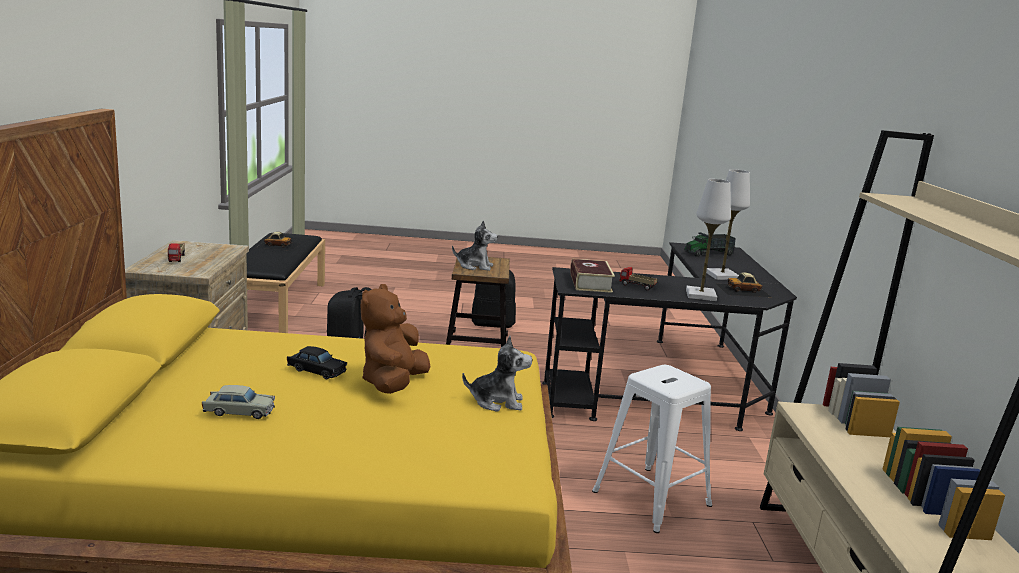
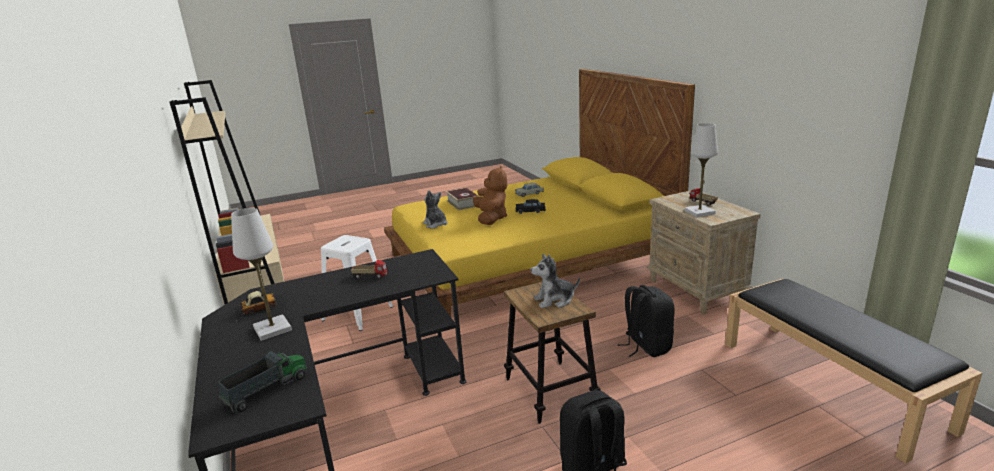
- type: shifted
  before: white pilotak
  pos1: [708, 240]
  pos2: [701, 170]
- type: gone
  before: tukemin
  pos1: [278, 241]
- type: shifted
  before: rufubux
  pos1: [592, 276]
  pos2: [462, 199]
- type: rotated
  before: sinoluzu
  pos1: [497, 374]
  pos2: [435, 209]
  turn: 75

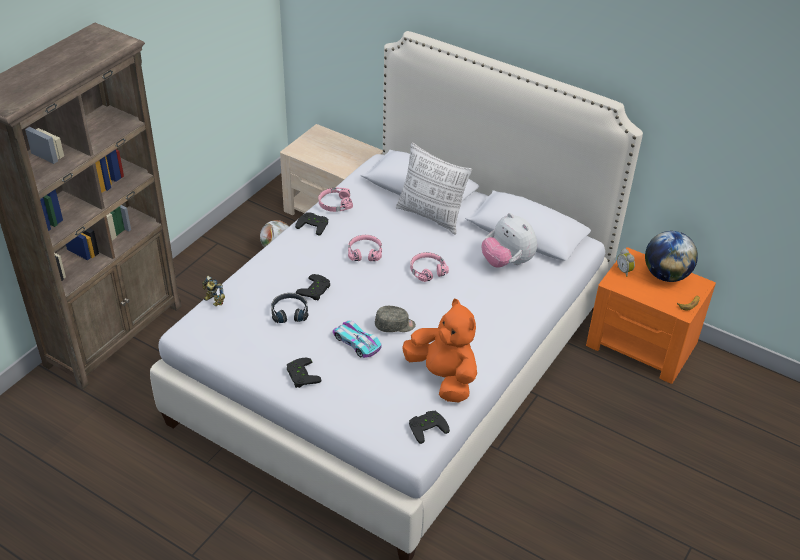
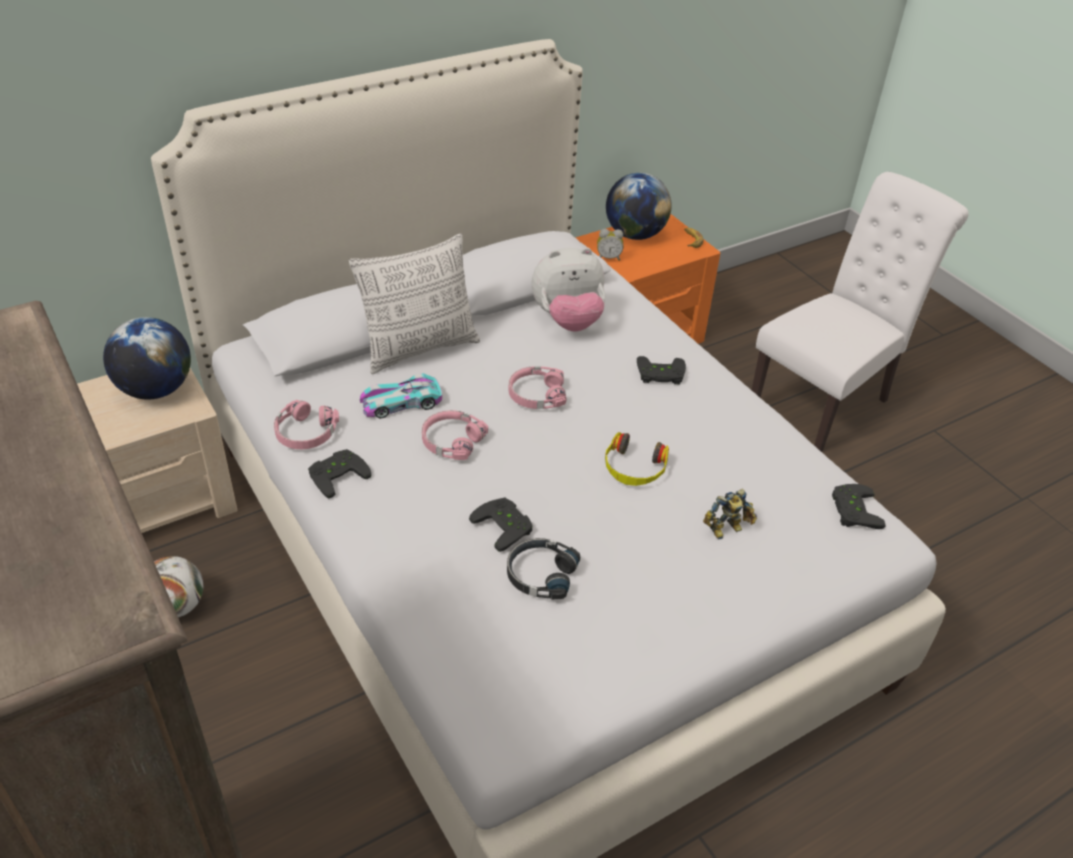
- type: shifted
  before: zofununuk
  pos1: [213, 291]
  pos2: [730, 514]
- type: gone
  before: orange sinoluzu
  pos1: [439, 350]
- type: swapped
  before: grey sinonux
  after: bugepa
  pos1: [395, 319]
  pos2: [637, 459]
- type: shifted
  before: tukemin
  pos1: [357, 339]
  pos2: [401, 396]
- type: shifted
  before: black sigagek
  pos1: [304, 373]
  pos2: [661, 370]
- type: new
  after: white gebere
  pos2: [860, 312]
- type: new
  after: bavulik
  pos2: [147, 358]

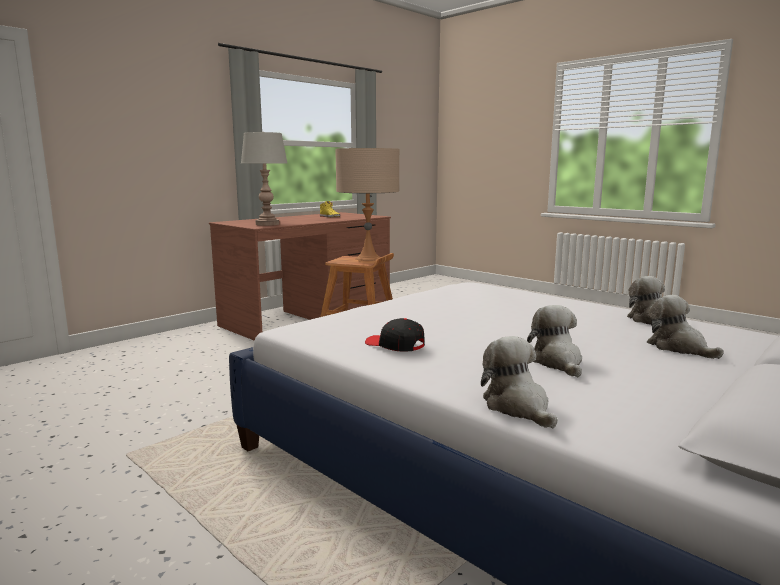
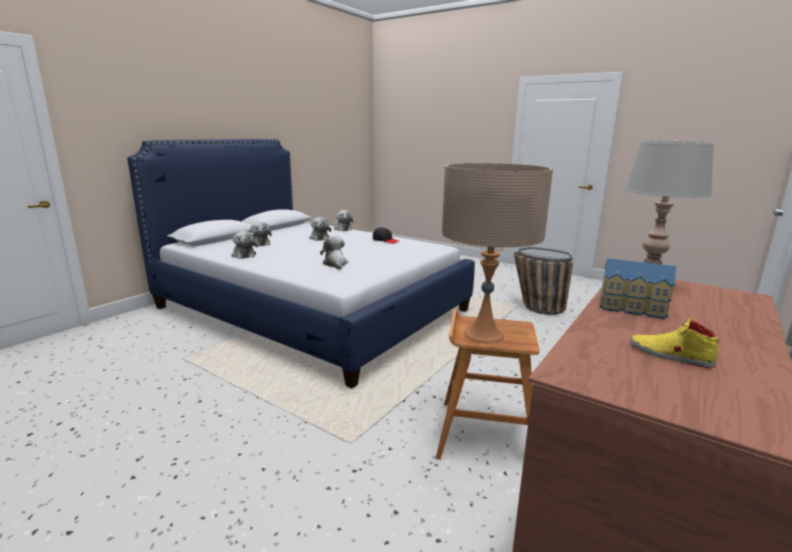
- type: new
  after: sinoluzu
  pos2: [334, 253]
- type: new
  after: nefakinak
  pos2: [543, 281]
- type: new
  after: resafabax
  pos2: [638, 288]

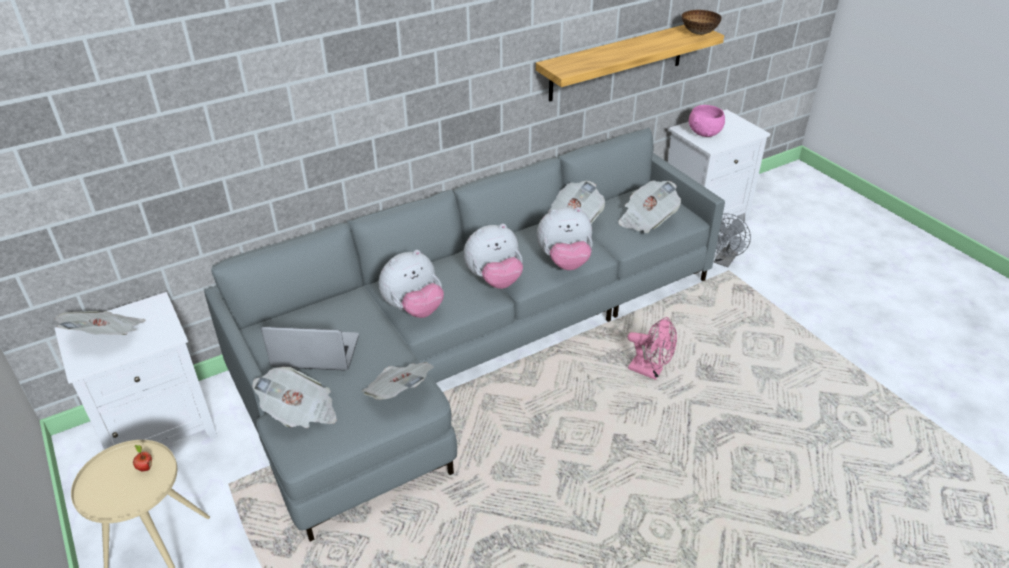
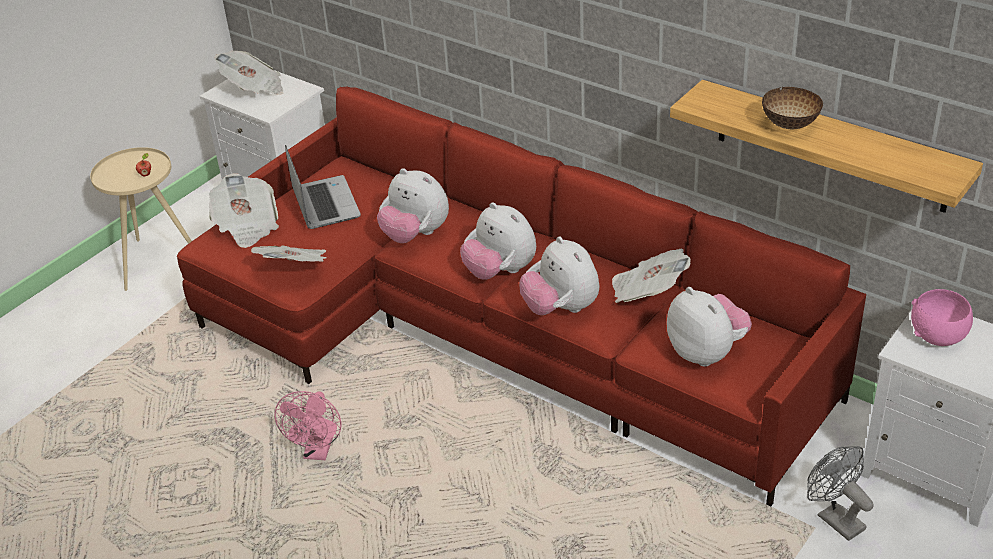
- type: shifted
  before: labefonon
  pos1: [701, 22]
  pos2: [792, 108]
- type: repainted
  before: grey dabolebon
  after: red dabolebon
  pos1: [464, 334]
  pos2: [521, 296]
- type: swapped
  before: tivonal
  after: sinoluzu
  pos1: [649, 207]
  pos2: [709, 327]
- type: rotated
  before: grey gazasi
  pos1: [732, 240]
  pos2: [840, 493]
  turn: 45
- type: shifted
  before: pink gazasi
  pos1: [652, 348]
  pos2: [308, 425]

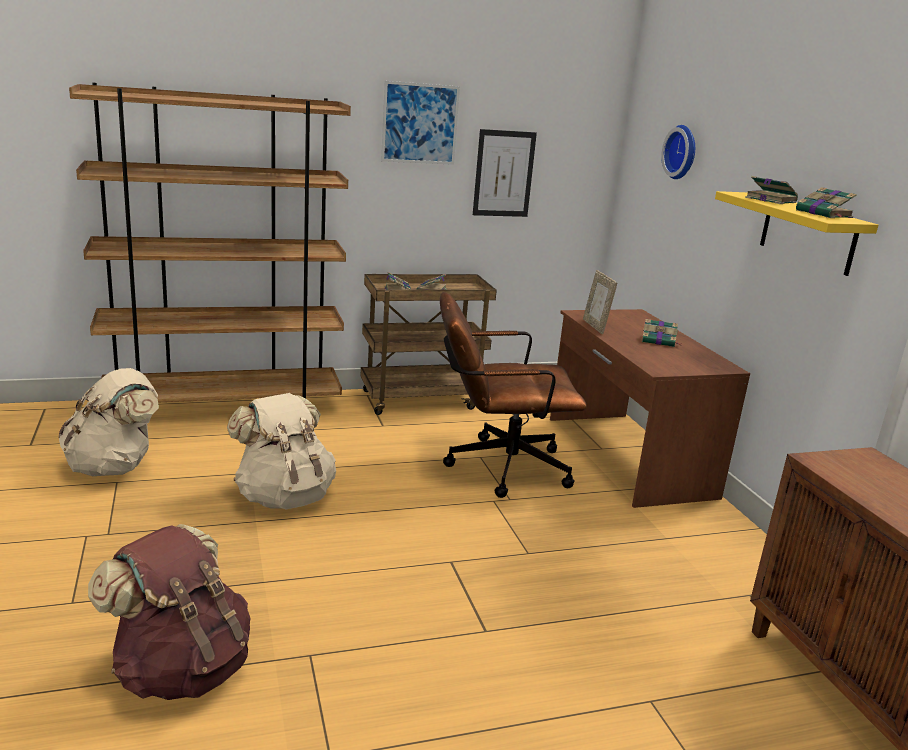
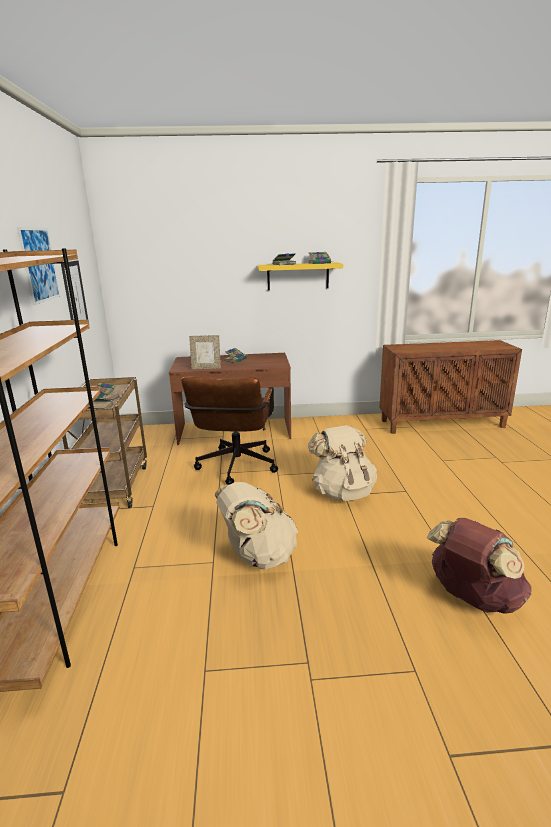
- type: gone
  before: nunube
  pos1: [678, 152]
- type: shifted
  before: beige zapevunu
  pos1: [108, 422]
  pos2: [342, 463]

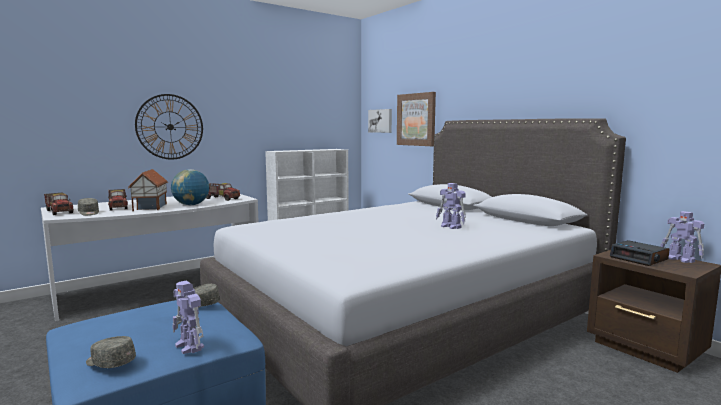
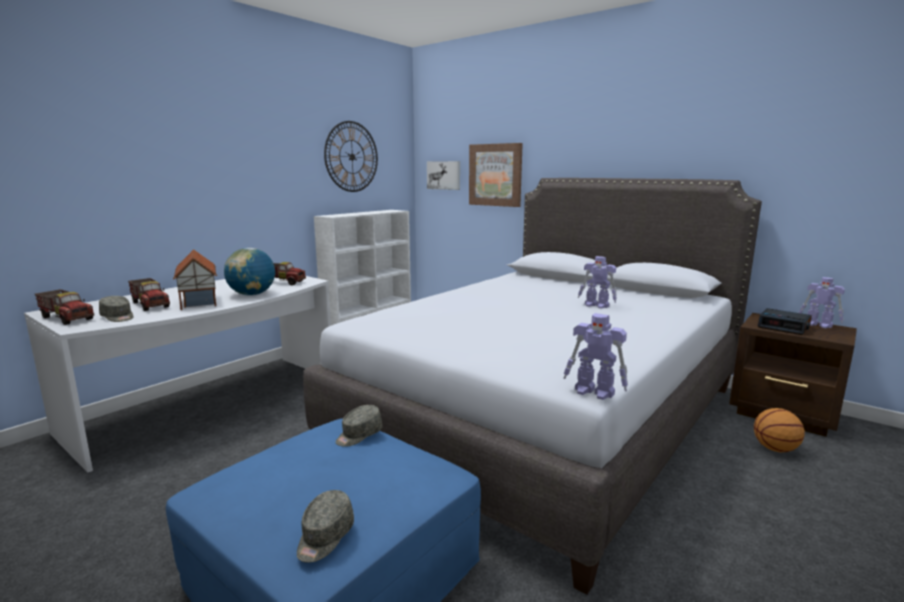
- type: shifted
  before: nunube
  pos1: [169, 126]
  pos2: [351, 156]
- type: shifted
  before: zofununuk
  pos1: [188, 317]
  pos2: [596, 356]
- type: rotated
  before: grey sinonux
  pos1: [111, 352]
  pos2: [325, 526]
  turn: -75
- type: new
  after: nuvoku
  pos2: [779, 430]

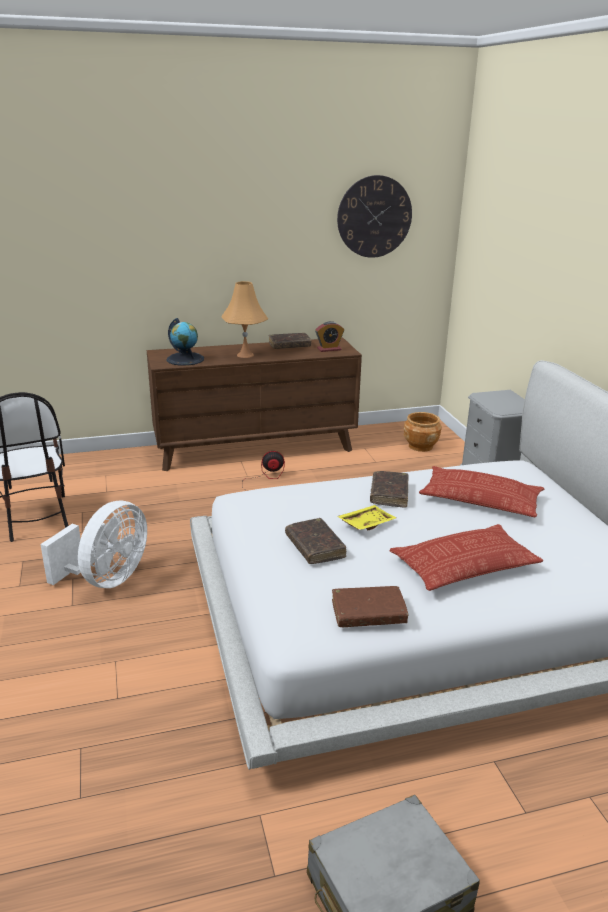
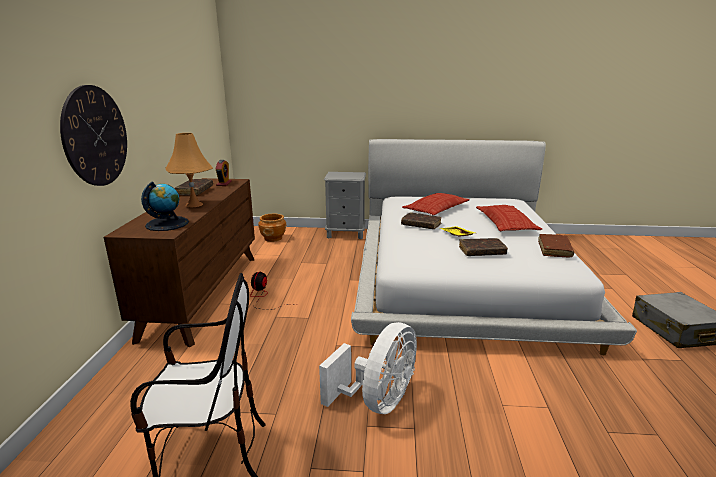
- type: shifted
  before: nunube
  pos1: [374, 216]
  pos2: [93, 135]
- type: rotated
  before: white gazasi
  pos1: [93, 544]
  pos2: [368, 368]
  turn: 75

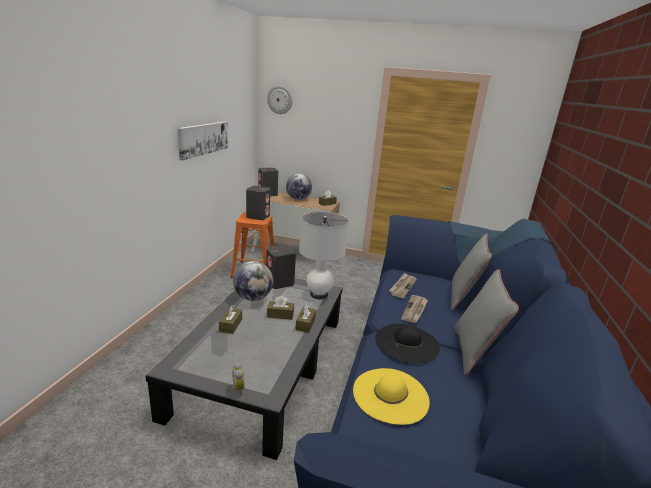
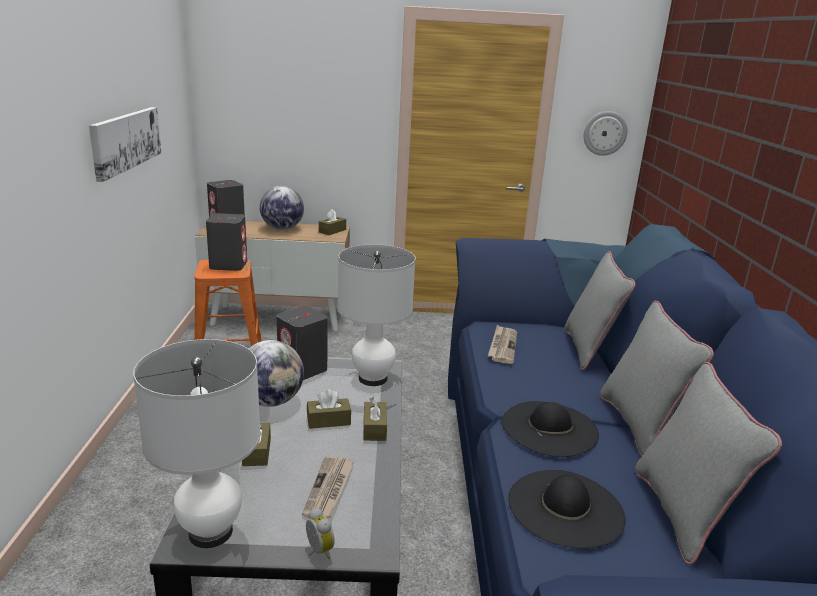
- type: shifted
  before: nunube
  pos1: [279, 100]
  pos2: [606, 133]
- type: shifted
  before: tivonal
  pos1: [414, 309]
  pos2: [328, 487]
- type: repainted
  before: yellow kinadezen
  after: black kinadezen
  pos1: [391, 396]
  pos2: [567, 509]
- type: new
  after: white pilotak
  pos2: [197, 443]
- type: new
  after: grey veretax
  pos2: [708, 463]

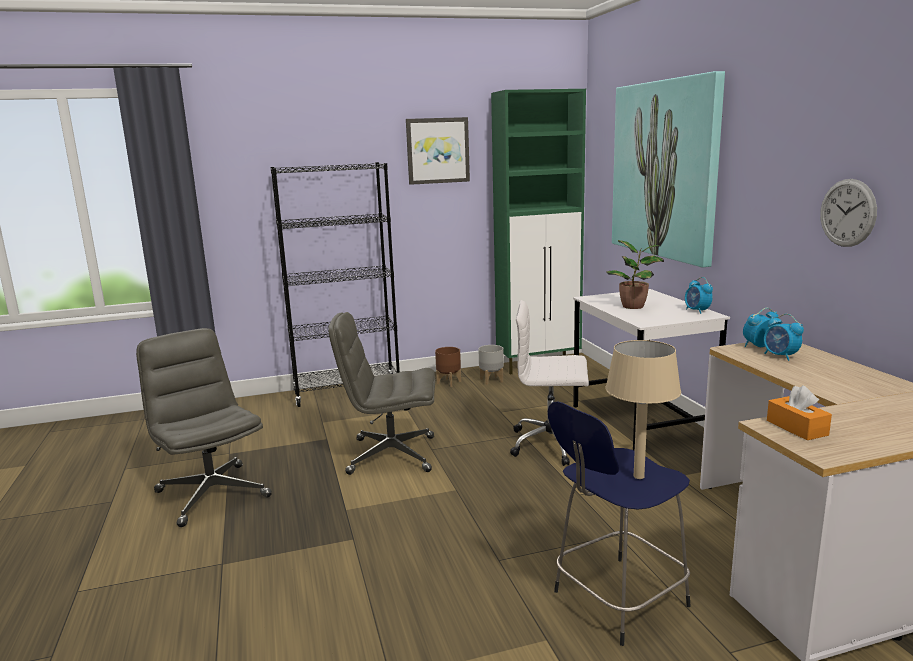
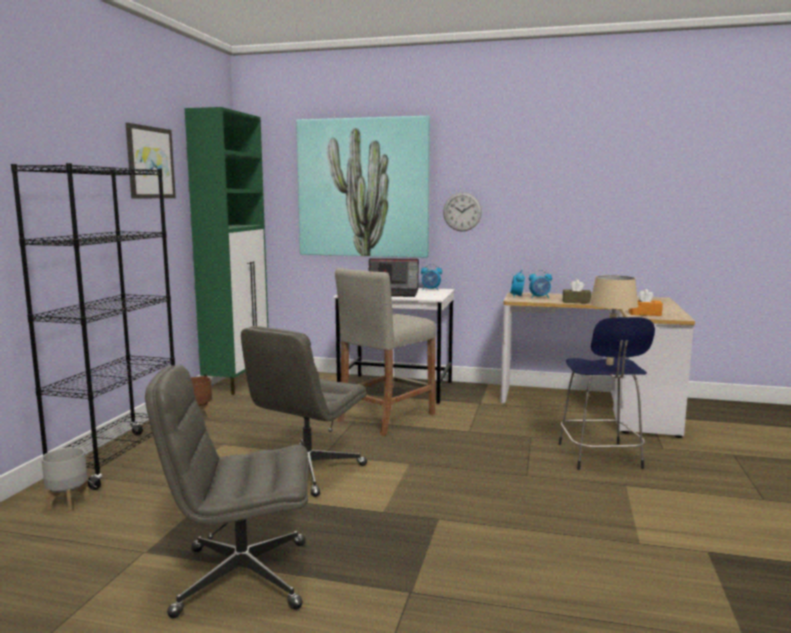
- type: shifted
  before: nunube
  pos1: [848, 213]
  pos2: [462, 211]
- type: swapped
  before: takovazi
  after: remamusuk
  pos1: [635, 274]
  pos2: [394, 277]
- type: swapped
  before: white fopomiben
  after: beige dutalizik
  pos1: [549, 383]
  pos2: [385, 352]
- type: shifted
  before: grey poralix
  pos1: [491, 365]
  pos2: [65, 479]
- type: new
  after: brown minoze
  pos2: [577, 292]

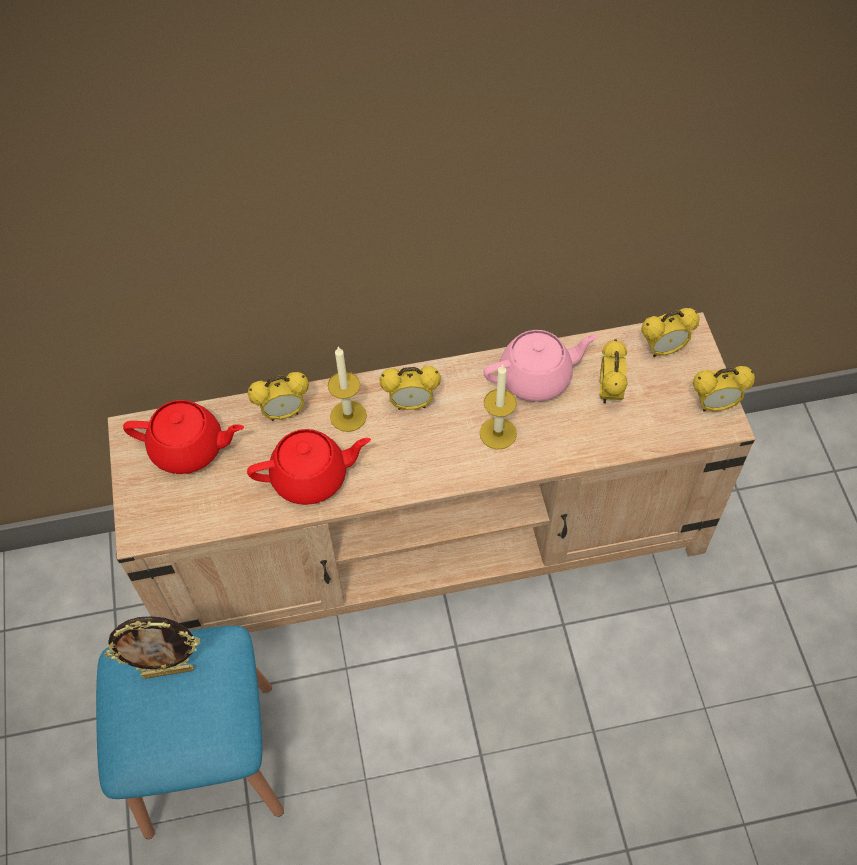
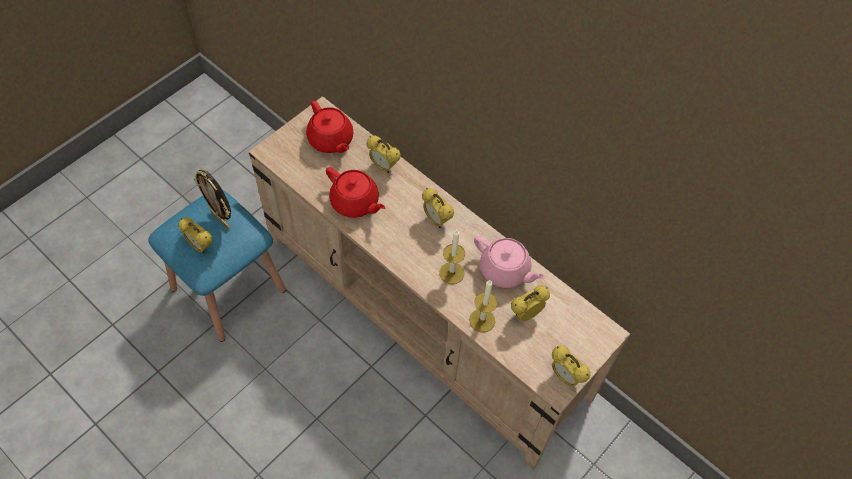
- type: shifted
  before: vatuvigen
  pos1: [670, 332]
  pos2: [195, 235]
- type: shifted
  before: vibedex
  pos1: [347, 389]
  pos2: [483, 306]

